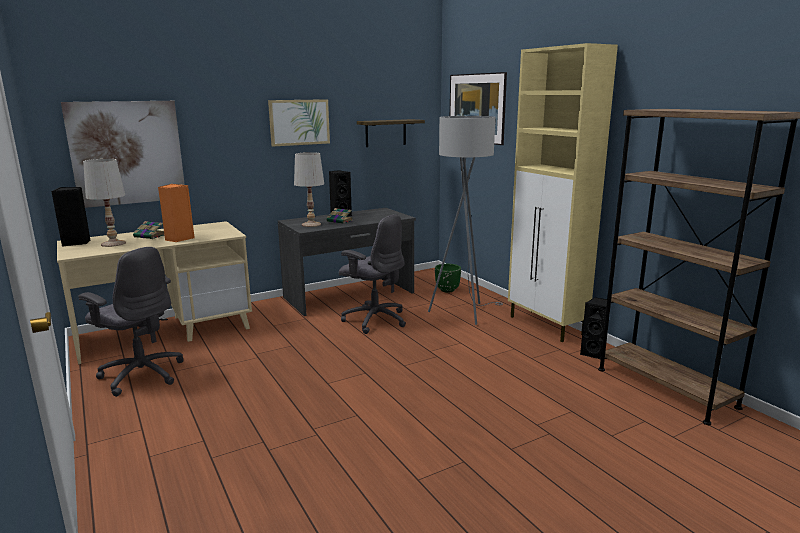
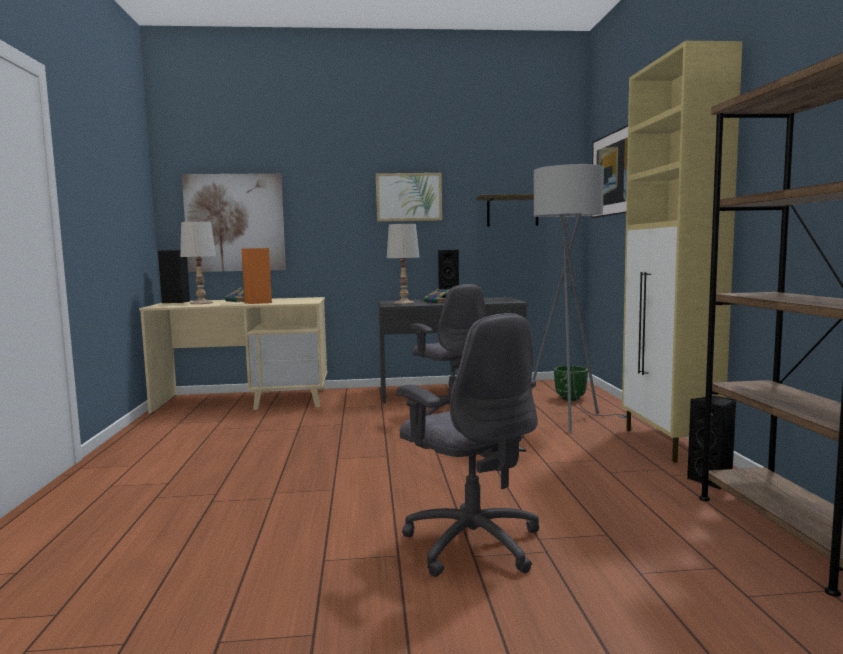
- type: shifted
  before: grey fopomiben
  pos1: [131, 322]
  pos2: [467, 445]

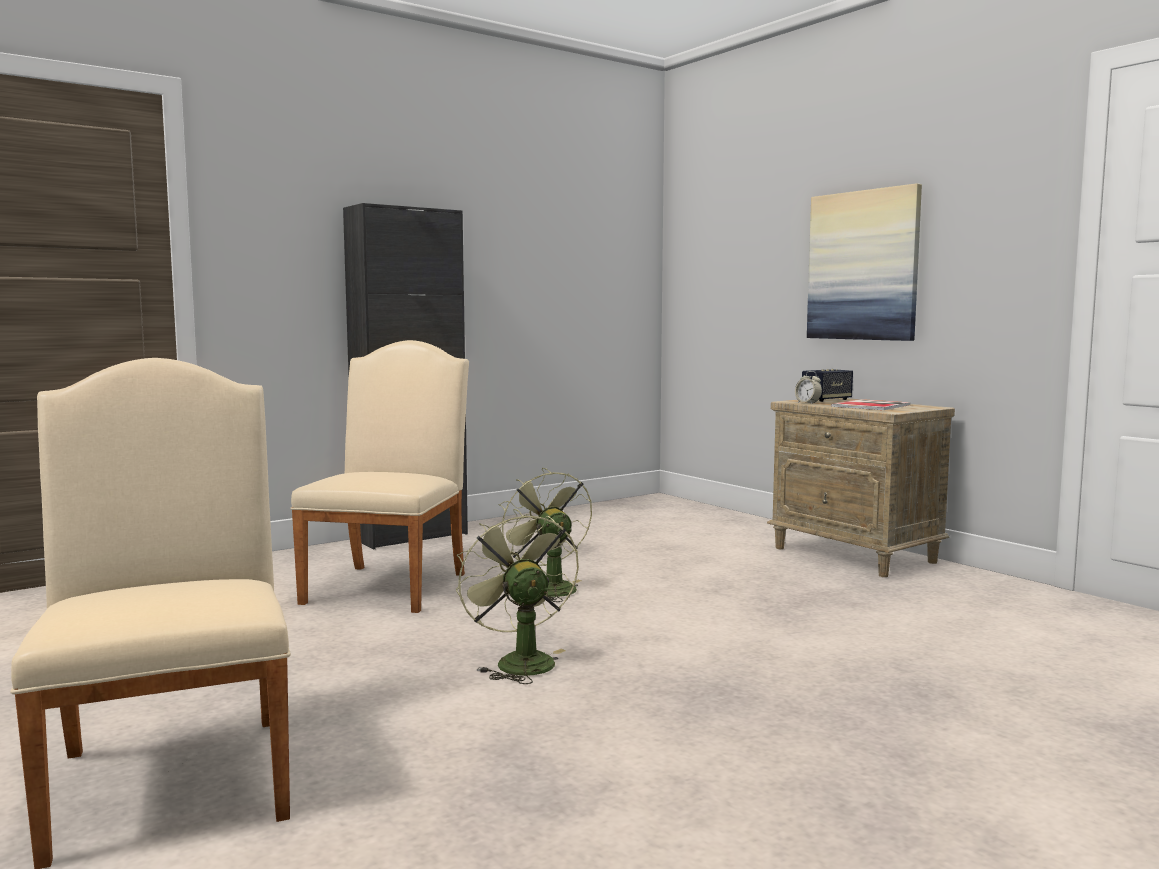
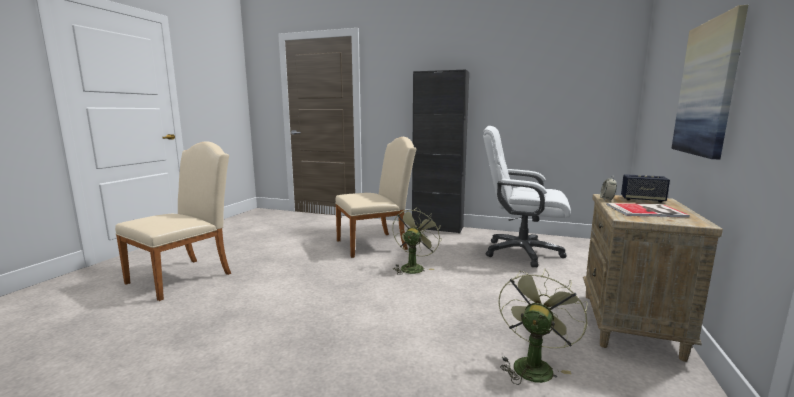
- type: shifted
  before: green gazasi
  pos1: [517, 596]
  pos2: [543, 326]
- type: new
  after: white fopomiben
  pos2: [527, 196]

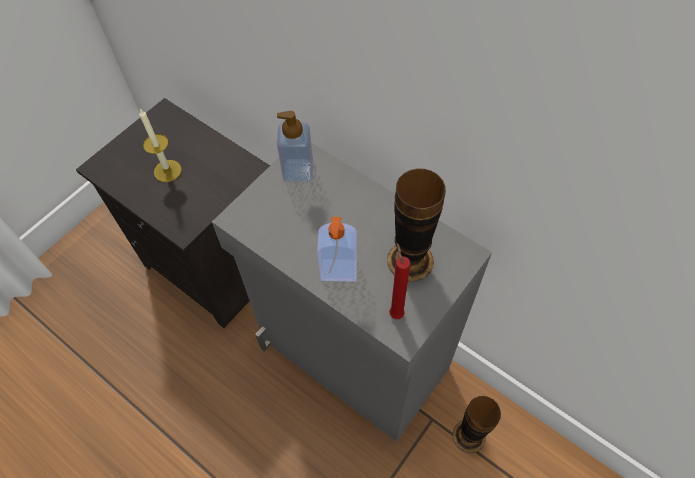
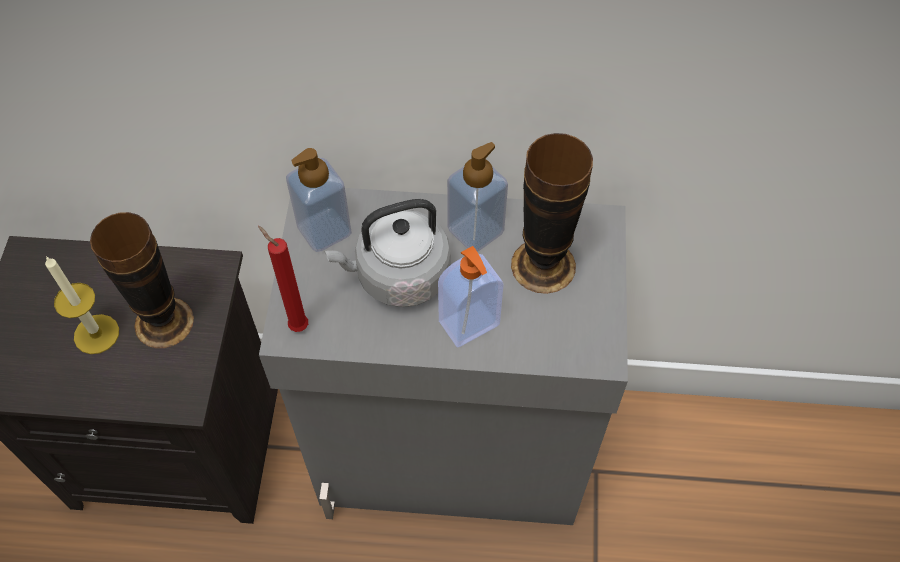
- type: shifted
  before: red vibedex
  pos1: [399, 281]
  pos2: [283, 279]
- type: shifted
  before: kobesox
  pos1: [476, 424]
  pos2: [142, 280]
- type: new
  after: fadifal
  pos2: [477, 197]
- type: new
  after: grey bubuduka
  pos2: [388, 253]

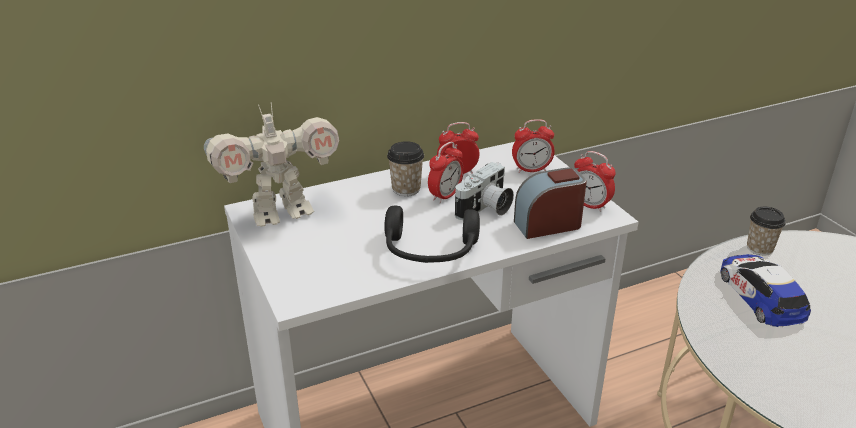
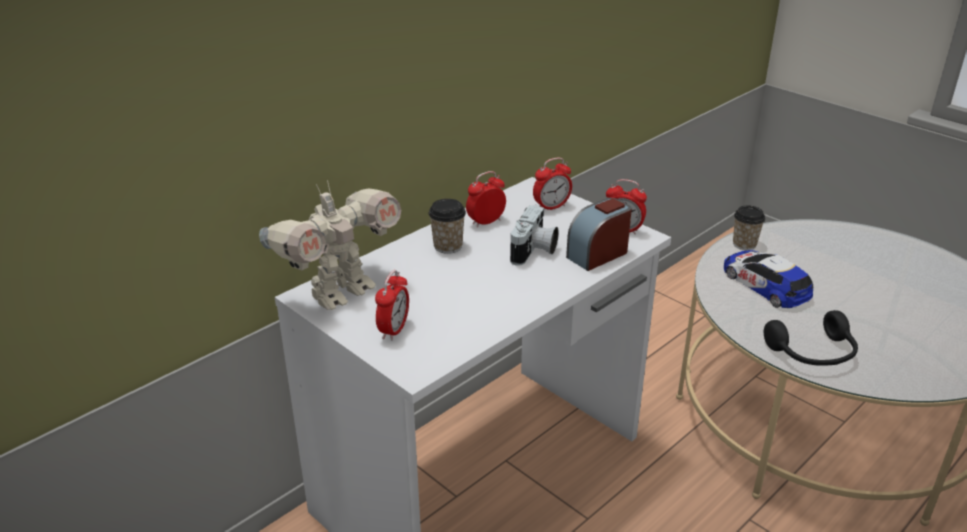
- type: shifted
  before: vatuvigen
  pos1: [446, 172]
  pos2: [392, 305]
- type: shifted
  before: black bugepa
  pos1: [432, 234]
  pos2: [811, 338]

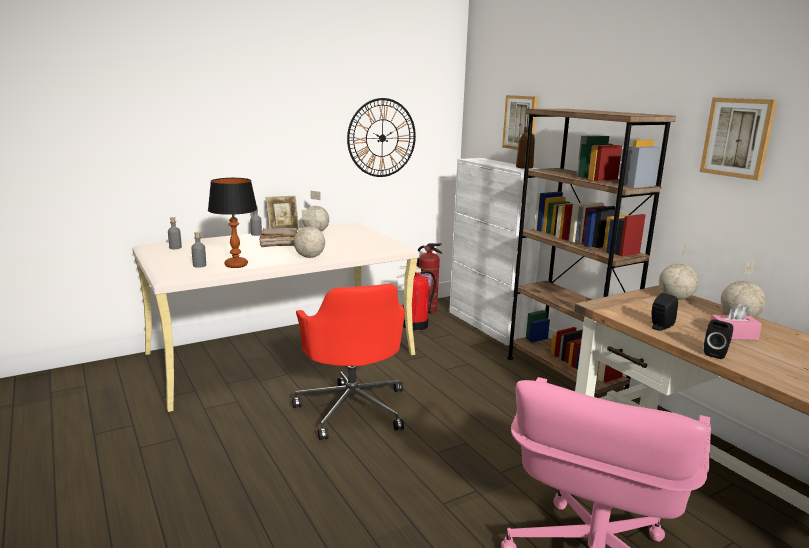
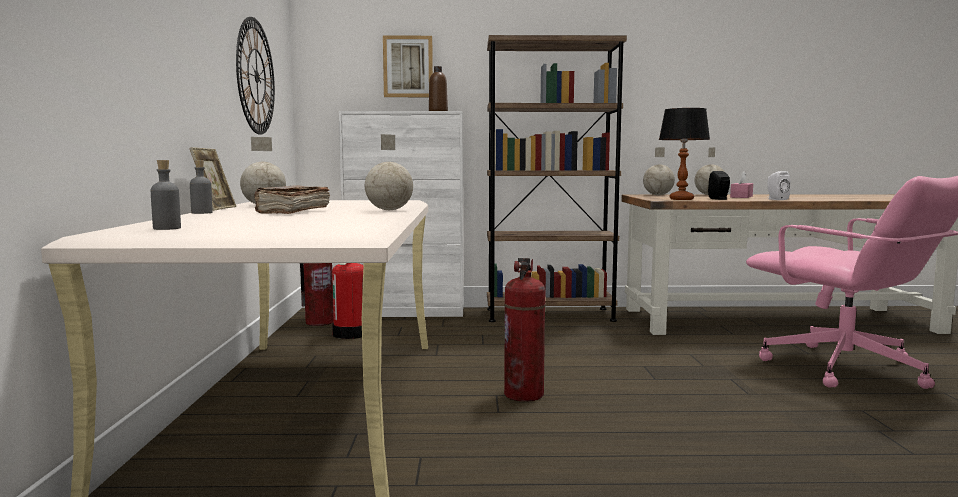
- type: gone
  before: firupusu
  pos1: [738, 139]
- type: shifted
  before: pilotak
  pos1: [232, 223]
  pos2: [684, 154]
- type: gone
  before: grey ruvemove
  pos1: [198, 250]
- type: swapped
  before: red fopomiben
  after: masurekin
  pos1: [348, 362]
  pos2: [525, 330]
- type: repainted
  before: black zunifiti
  after: white zunifiti
  pos1: [718, 339]
  pos2: [778, 185]

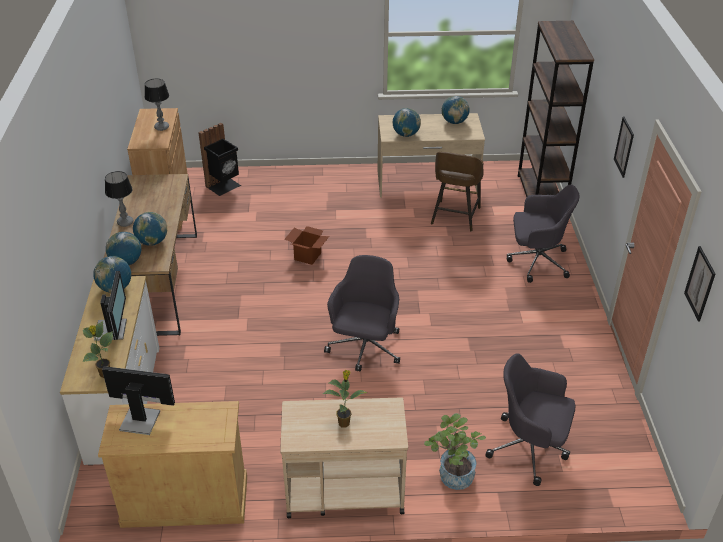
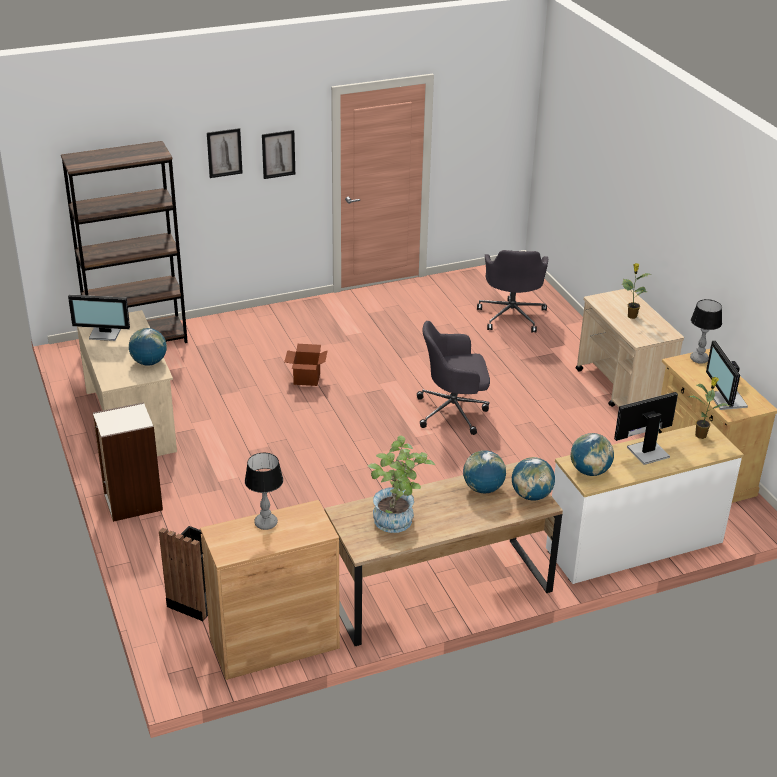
- type: swapped
  before: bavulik
  after: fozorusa
  pos1: [455, 110]
  pos2: [99, 317]
- type: gone
  before: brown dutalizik
  pos1: [457, 192]
- type: shifted
  before: pilotak
  pos1: [119, 199]
  pos2: [706, 331]
- type: gone
  before: grey fopomiben
  pos1: [543, 234]
- type: shifted
  before: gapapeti
  pos1: [307, 245]
  pos2: [306, 365]
- type: shifted
  before: firupusu
  pos1: [699, 284]
  pos2: [225, 153]
- type: shifted
  before: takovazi
  pos1: [455, 451]
  pos2: [401, 484]
- type: new
  after: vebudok
  pos2: [128, 462]

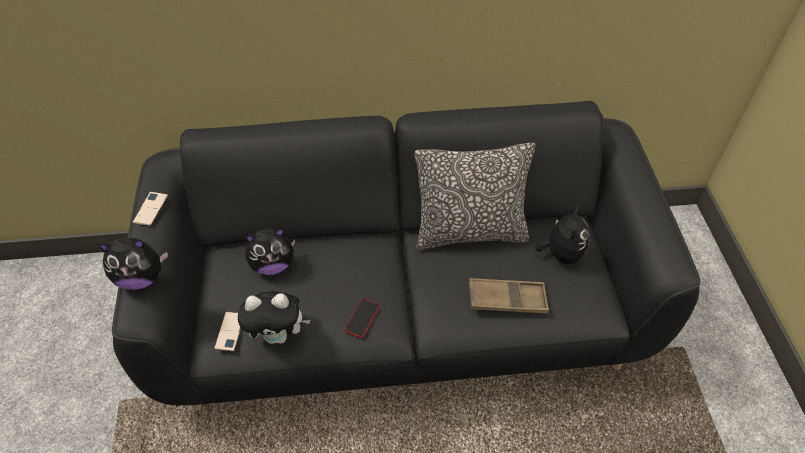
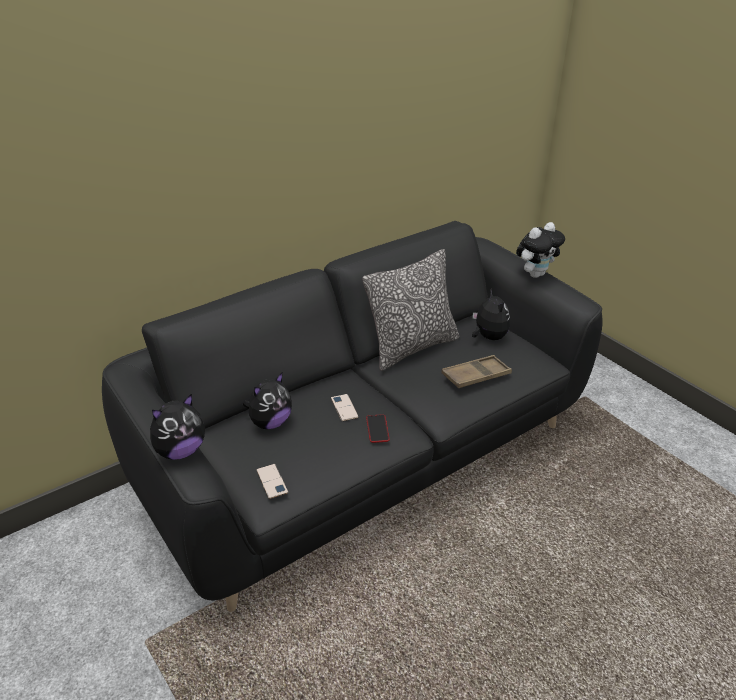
- type: shifted
  before: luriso
  pos1: [150, 209]
  pos2: [345, 407]
- type: shifted
  before: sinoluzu
  pos1: [274, 317]
  pos2: [540, 250]

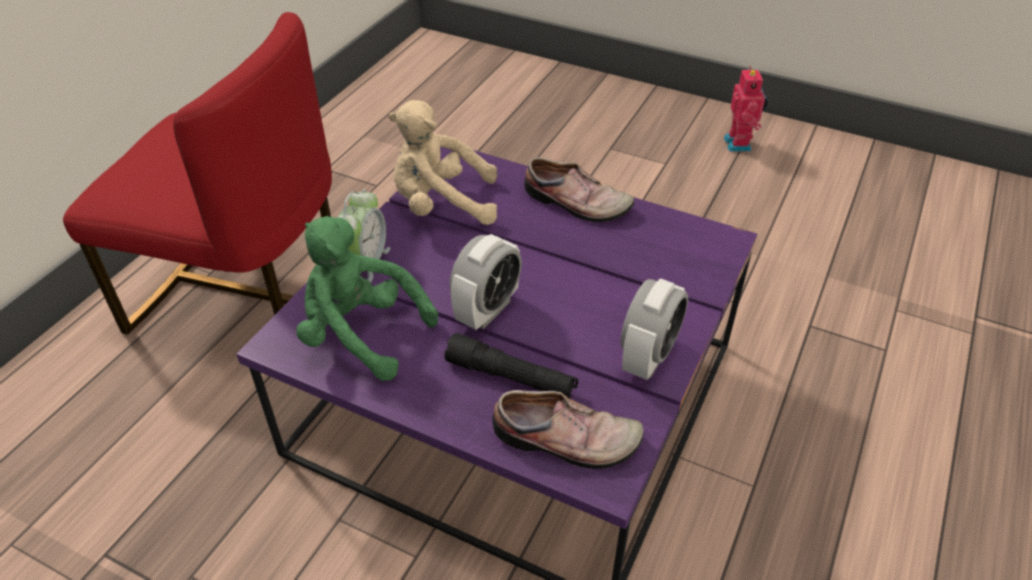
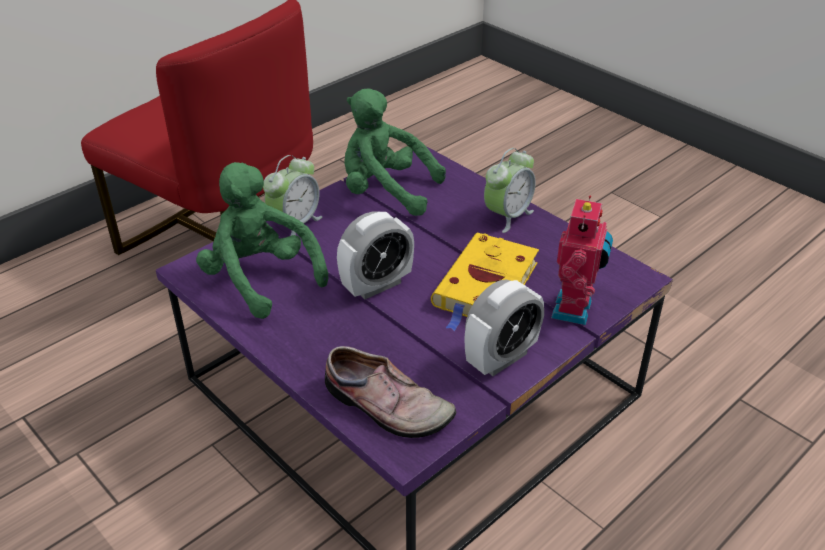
- type: shifted
  before: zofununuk
  pos1: [746, 109]
  pos2: [582, 260]
- type: repainted
  before: beige sinoluzu
  after: green sinoluzu
  pos1: [442, 162]
  pos2: [395, 152]
- type: swapped
  before: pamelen
  after: vatuvigen
  pos1: [579, 189]
  pos2: [510, 190]
- type: gone
  before: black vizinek
  pos1: [511, 366]
- type: new
  after: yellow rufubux
  pos2: [485, 281]

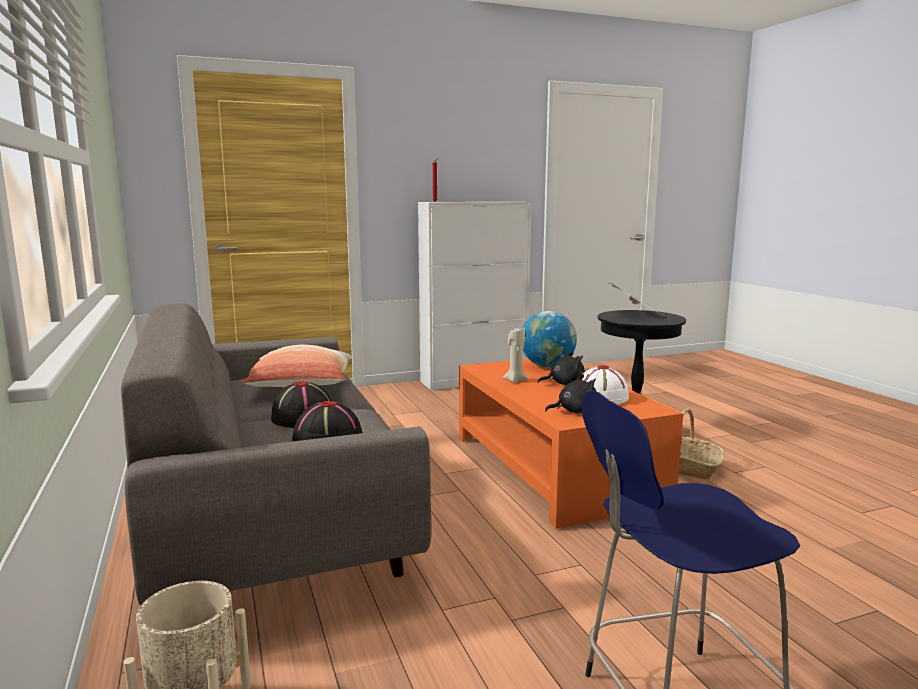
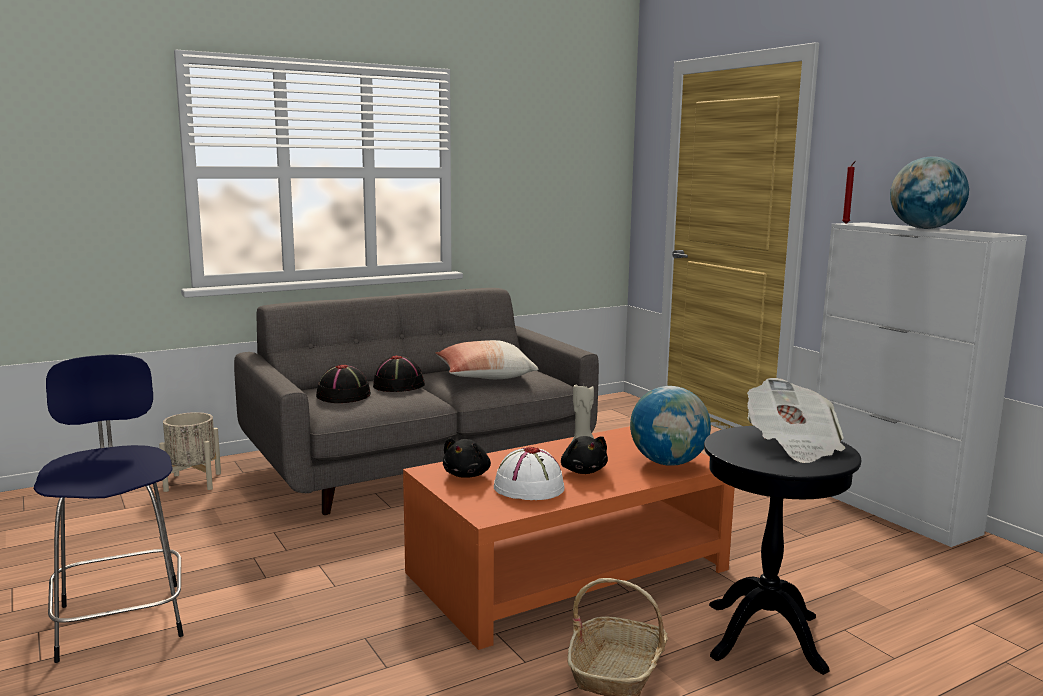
- type: rotated
  before: black sinoluzu
  pos1: [571, 394]
  pos2: [467, 458]
  turn: 45
- type: new
  after: bavulik
  pos2: [929, 192]

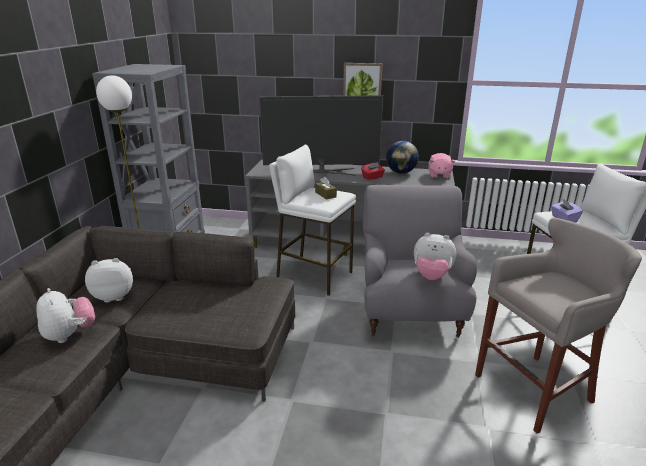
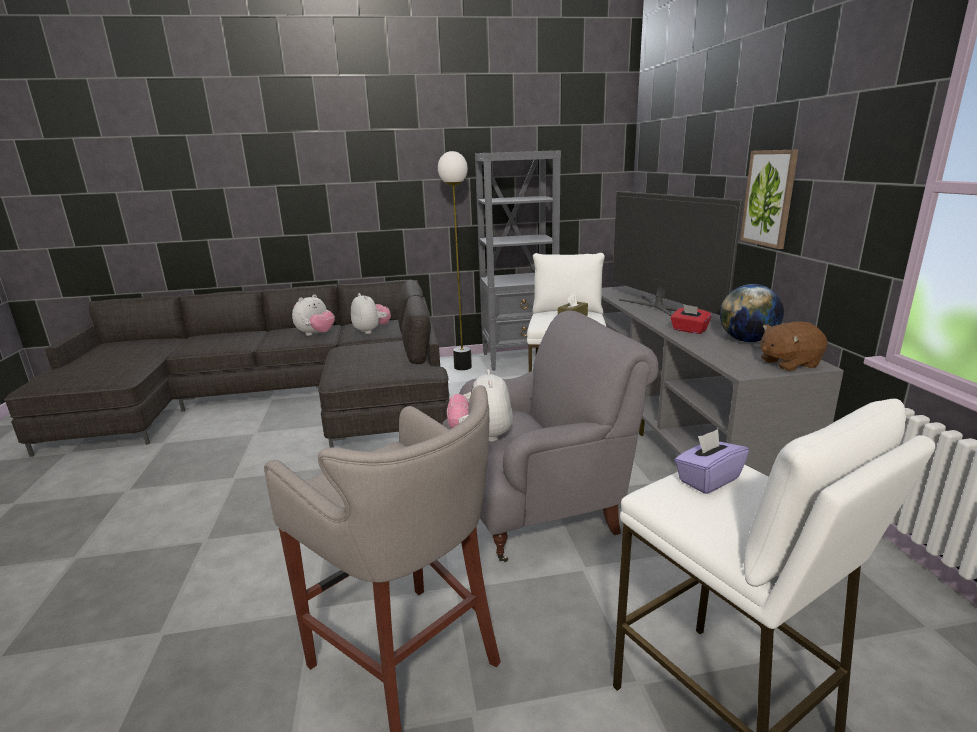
- type: repainted
  before: pink sinoluzu
  after: brown sinoluzu
  pos1: [442, 166]
  pos2: [794, 346]

